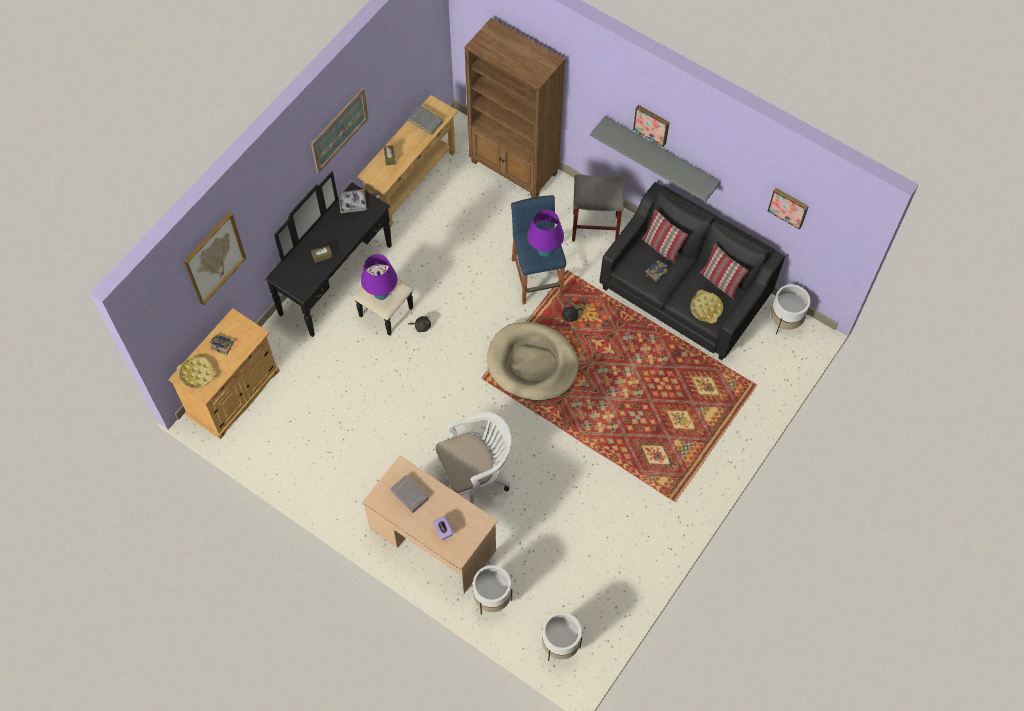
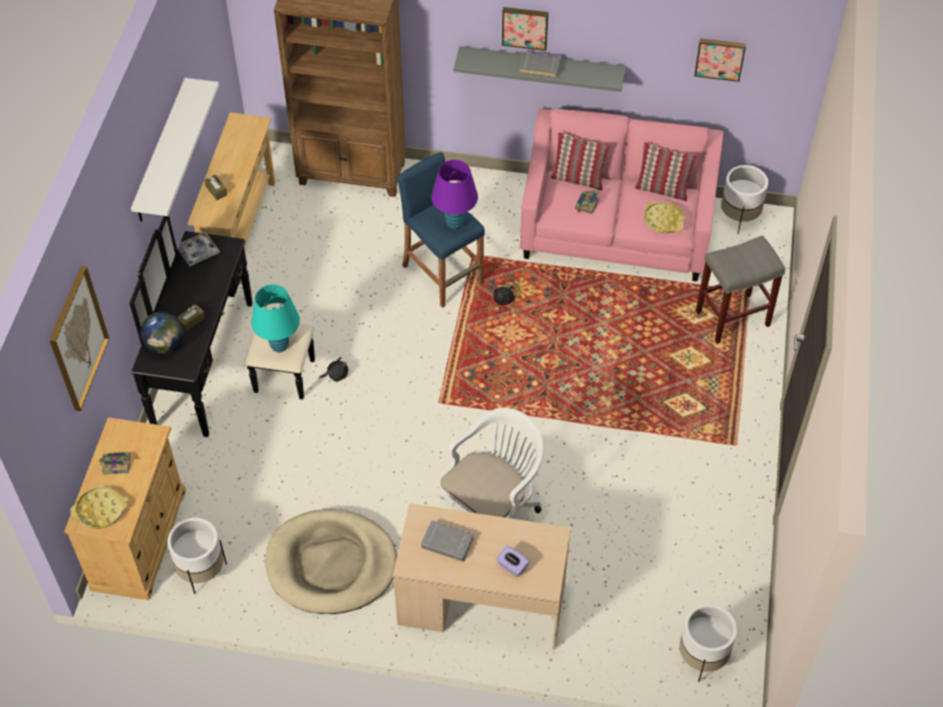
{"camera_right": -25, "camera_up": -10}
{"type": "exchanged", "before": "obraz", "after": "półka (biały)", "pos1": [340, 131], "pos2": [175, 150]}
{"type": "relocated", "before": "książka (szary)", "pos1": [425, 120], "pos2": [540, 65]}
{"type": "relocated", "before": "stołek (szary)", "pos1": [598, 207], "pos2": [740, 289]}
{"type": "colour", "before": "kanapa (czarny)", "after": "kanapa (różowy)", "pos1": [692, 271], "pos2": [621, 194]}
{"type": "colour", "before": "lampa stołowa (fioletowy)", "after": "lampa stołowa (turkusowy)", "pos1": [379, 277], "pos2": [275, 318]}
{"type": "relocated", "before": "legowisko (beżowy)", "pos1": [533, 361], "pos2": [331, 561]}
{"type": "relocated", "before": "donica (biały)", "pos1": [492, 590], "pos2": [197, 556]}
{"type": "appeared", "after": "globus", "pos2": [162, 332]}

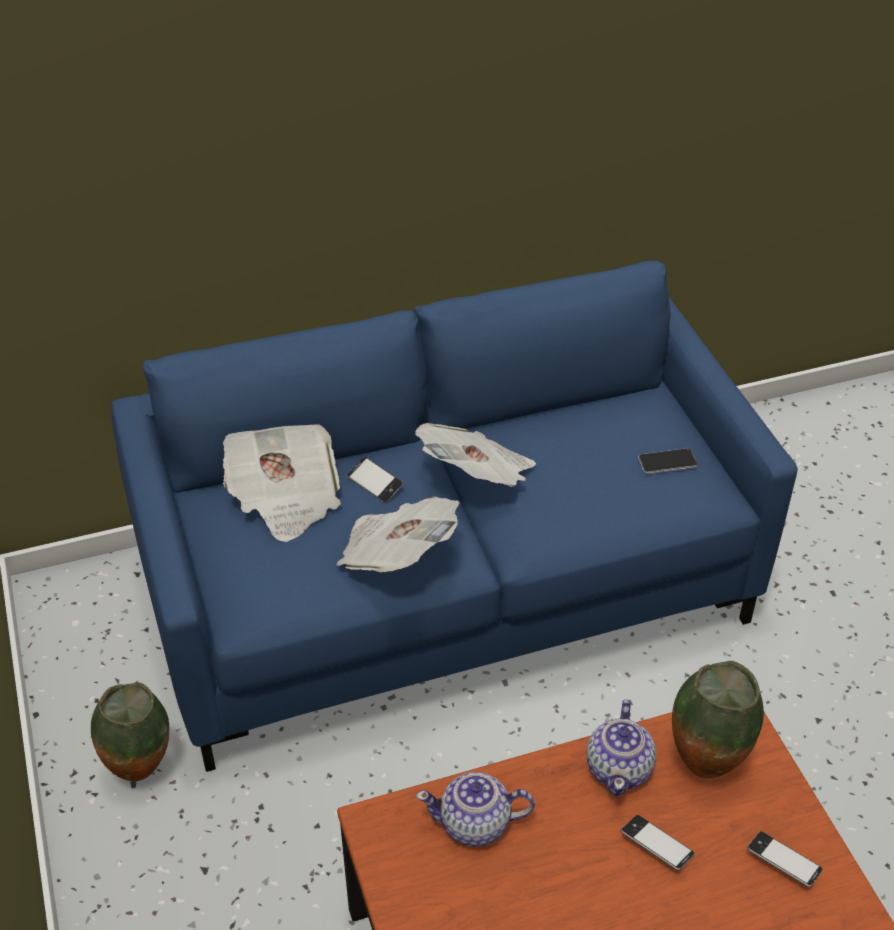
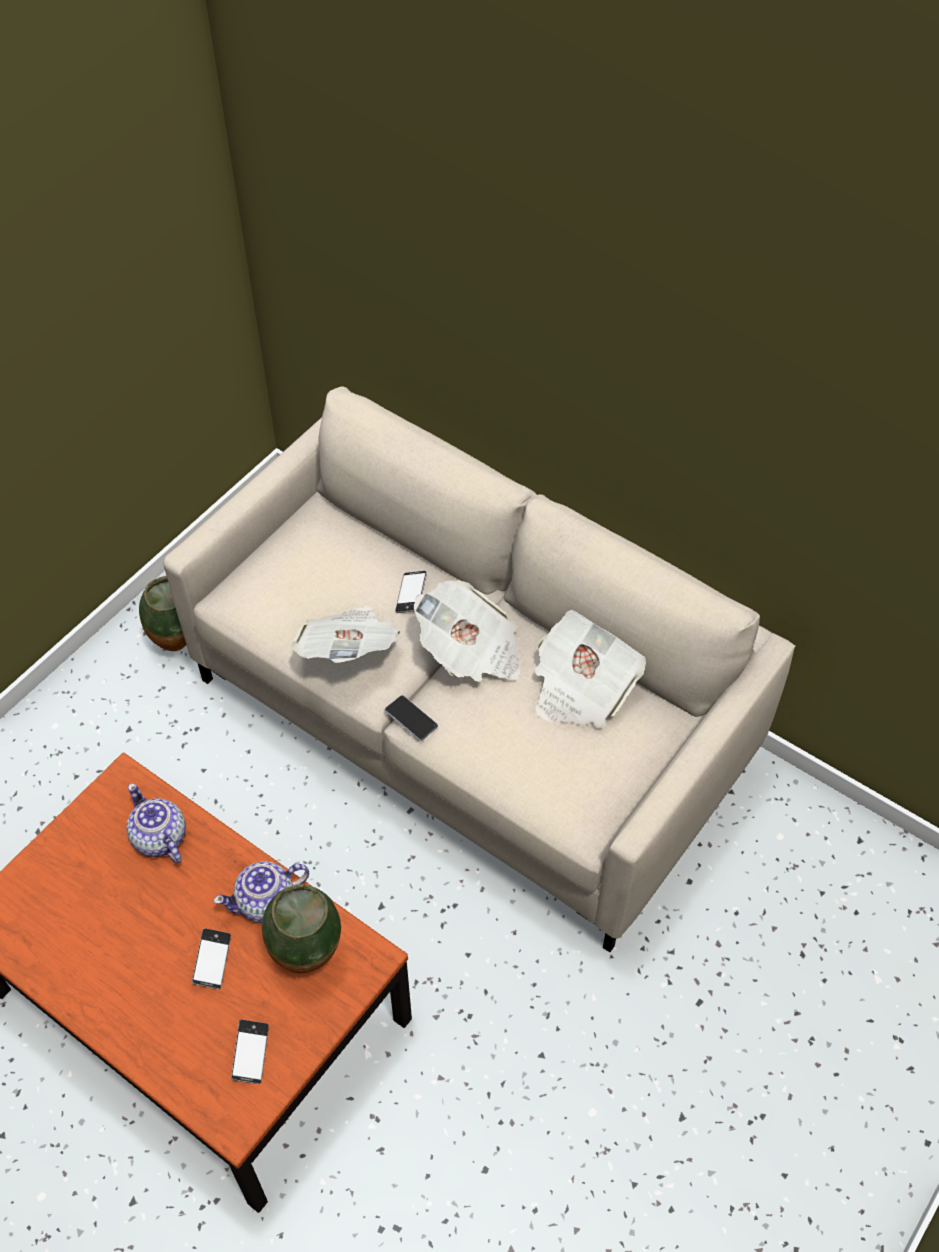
{"camera_right": 55, "camera_up": 10}
{"type": "colour", "before": "kanapa (niebieski)", "after": "kanapa (beżowy)", "pos1": [454, 516], "pos2": [479, 669]}
{"type": "relocated", "before": "gazeta", "pos1": [282, 483], "pos2": [590, 669]}
{"type": "relocated", "before": "telefon", "pos1": [668, 461], "pos2": [411, 718]}

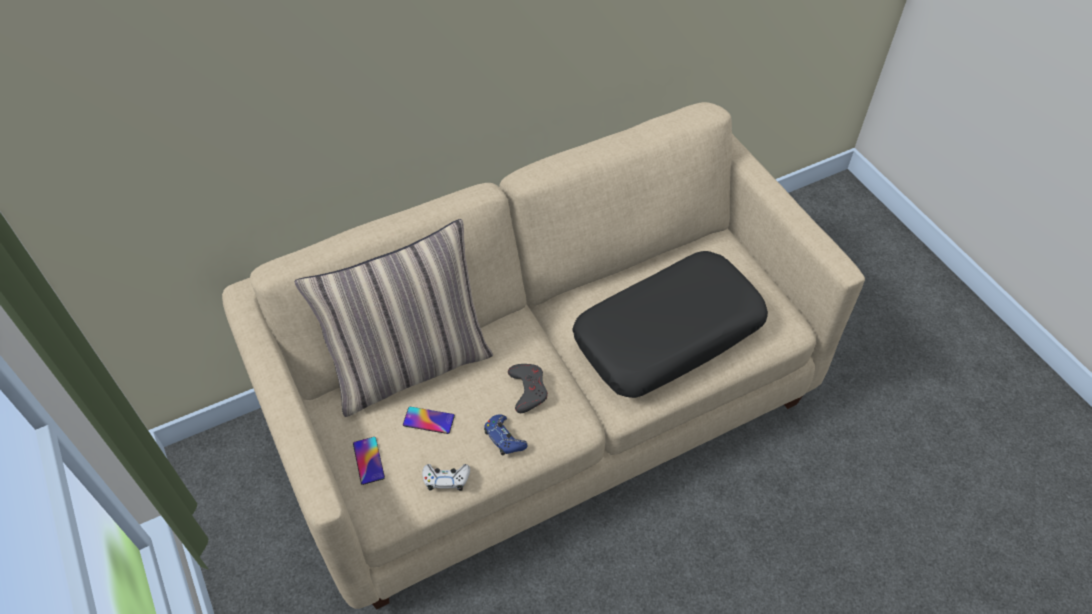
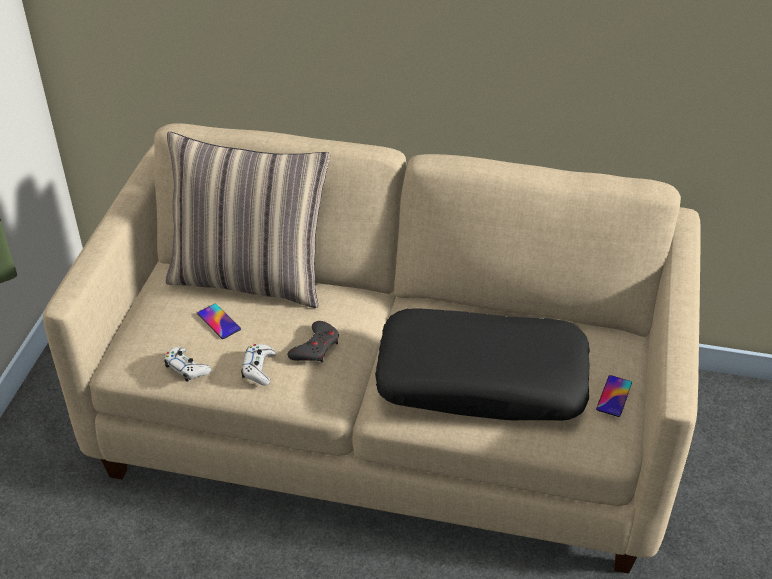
{"camera_right": 40, "camera_up": -10}
{"type": "colour", "before": "pad do gier (niebieski)", "after": "pad do gier (biały)", "pos1": [506, 435], "pos2": [258, 364]}
{"type": "relocated", "before": "telefon", "pos1": [369, 461], "pos2": [614, 396]}

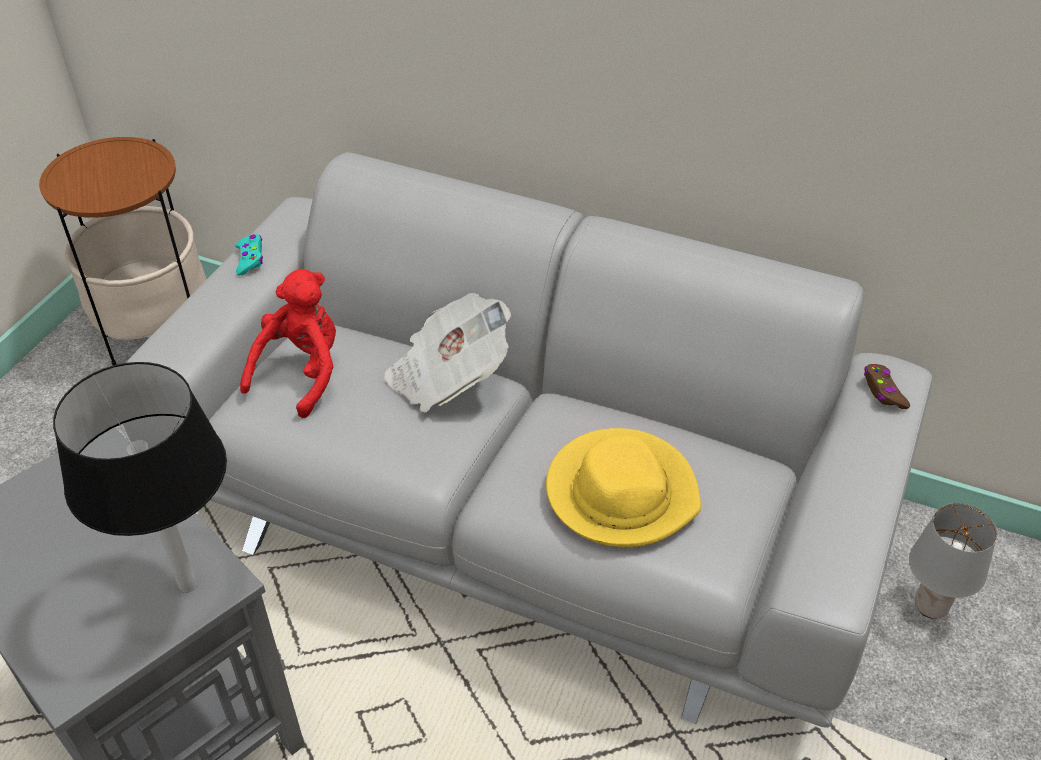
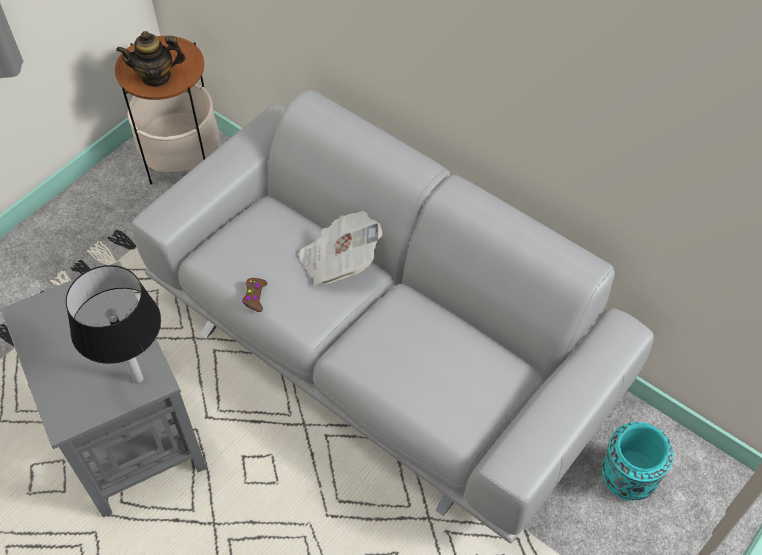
{"camera_right": 15, "camera_up": 10}
{"type": "missing", "before": "pad do gier (turkusowy)", "pos1": [249, 255]}
{"type": "missing", "before": "pluszak (czerwony)", "pos1": [288, 343]}
{"type": "relocated", "before": "pad do gier (brązowy)", "pos1": [887, 386], "pos2": [254, 295]}
{"type": "missing", "before": "kapelusz (żółty)", "pos1": [623, 487]}
{"type": "exchanged", "before": "lampa stołowa (szary)", "after": "wazon (turkusowy)", "pos1": [953, 561], "pos2": [637, 461]}
{"type": "appeared", "after": "imbryk", "pos2": [150, 59]}

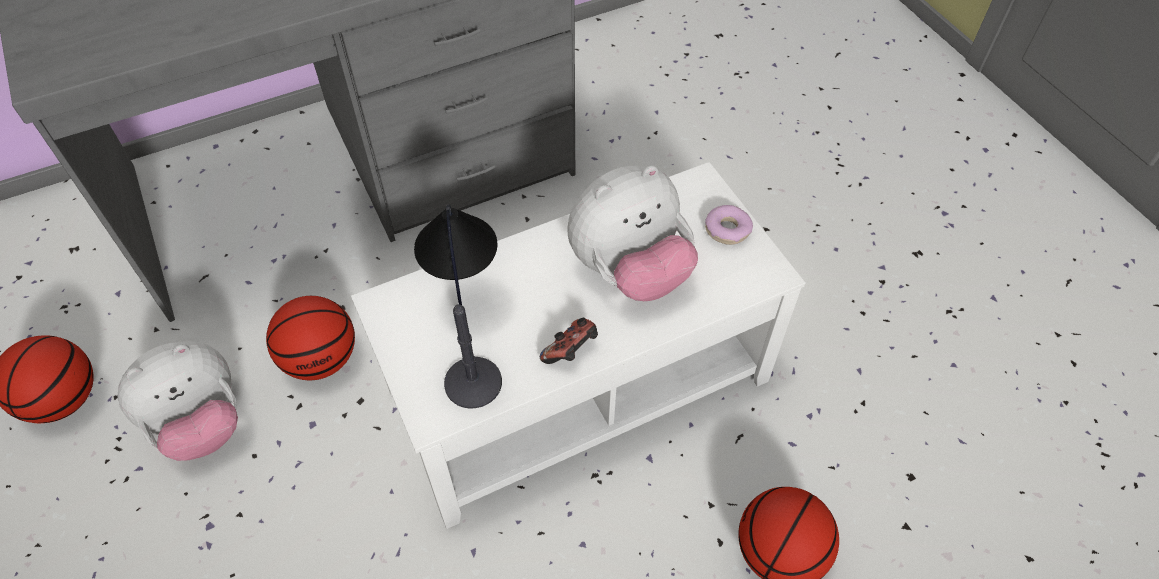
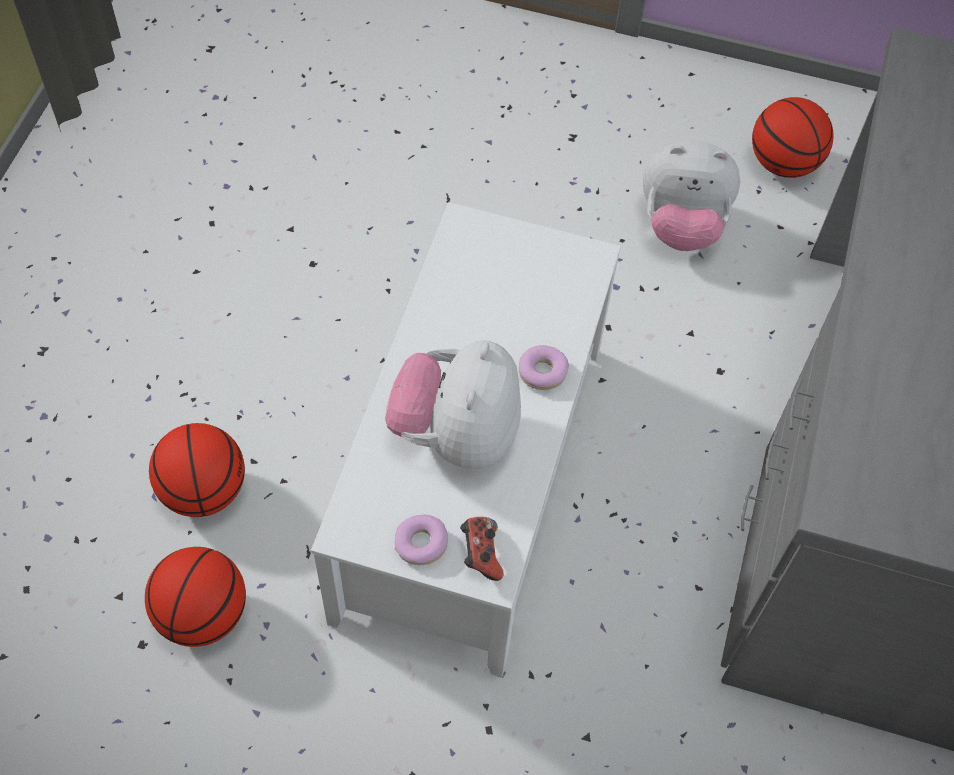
{"camera_right": 130, "camera_up": 5}
{"type": "missing", "before": "lampa stołowa", "pos1": [458, 306]}
{"type": "relocated", "before": "piłka do koszykówki", "pos1": [310, 338], "pos2": [195, 597]}
{"type": "relocated", "before": "pad do gier", "pos1": [569, 341], "pos2": [482, 549]}
{"type": "spun", "before": "pluszak", "pos1": [178, 401], "pos2": [691, 195], "turn": -90}
{"type": "appeared", "after": "donut", "pos2": [544, 367]}

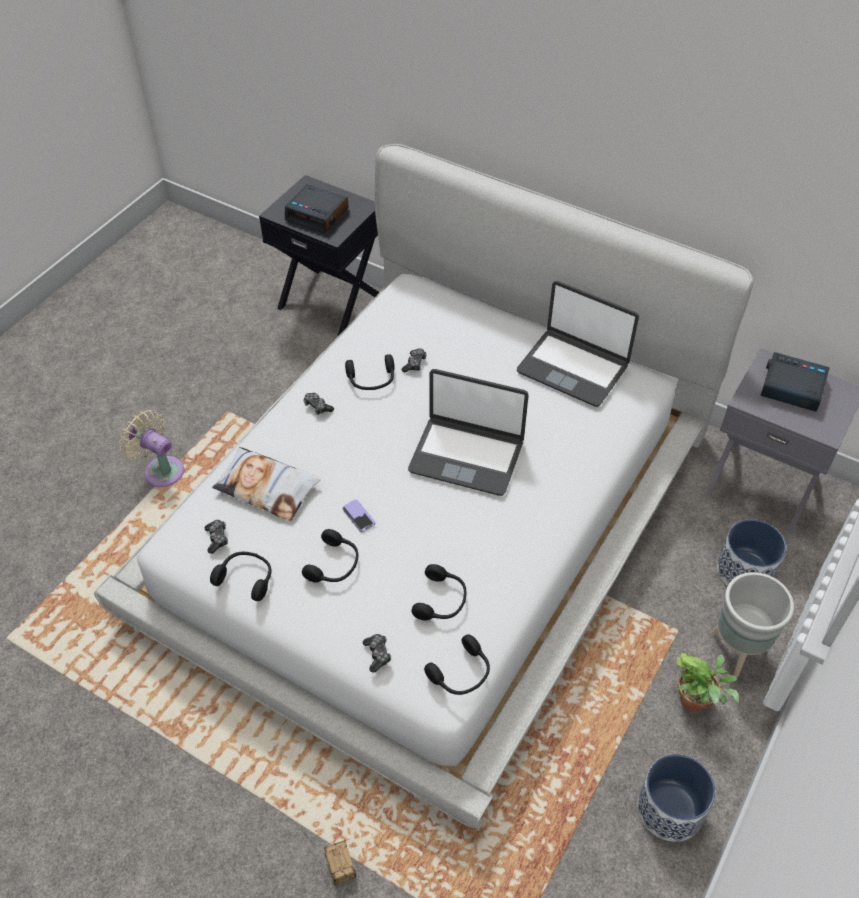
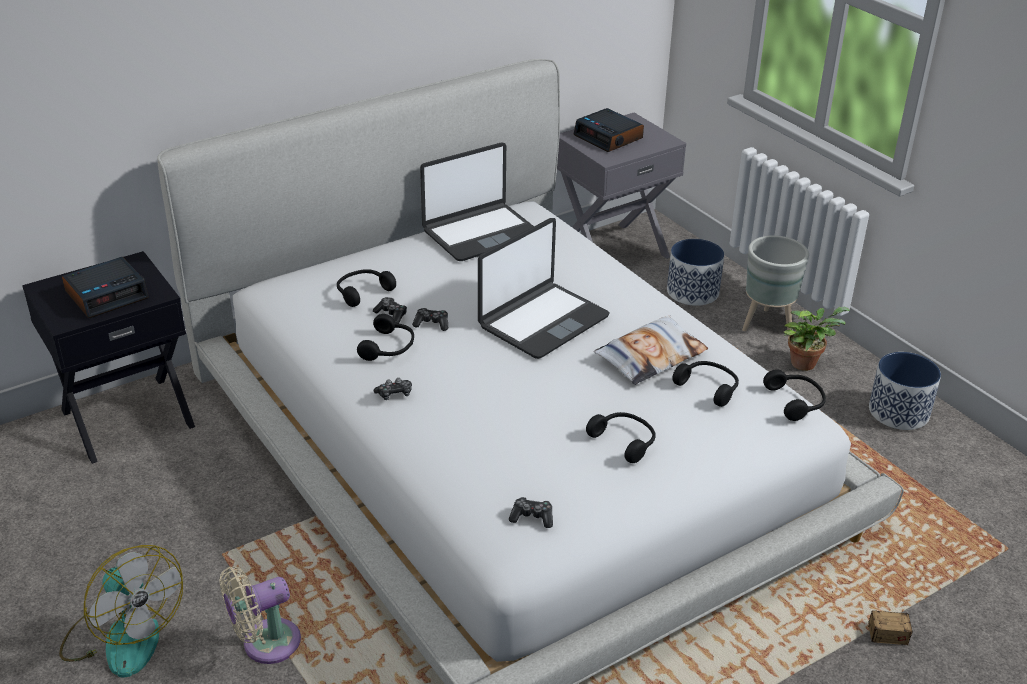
{"camera_right": -65, "camera_up": -15}
{"type": "spun", "before": "budzik", "pos1": [795, 382], "pos2": [609, 130], "turn": -90}
{"type": "relocated", "before": "poduszka", "pos1": [266, 484], "pos2": [651, 350]}
{"type": "missing", "before": "telefon", "pos1": [358, 515]}
{"type": "relocated", "before": "słuchawki (czarny)", "pos1": [241, 576], "pos2": [366, 288]}
{"type": "relocated", "before": "pad do gier", "pos1": [377, 653], "pos2": [430, 319]}
{"type": "appeared", "after": "wentylator", "pos2": [121, 611]}

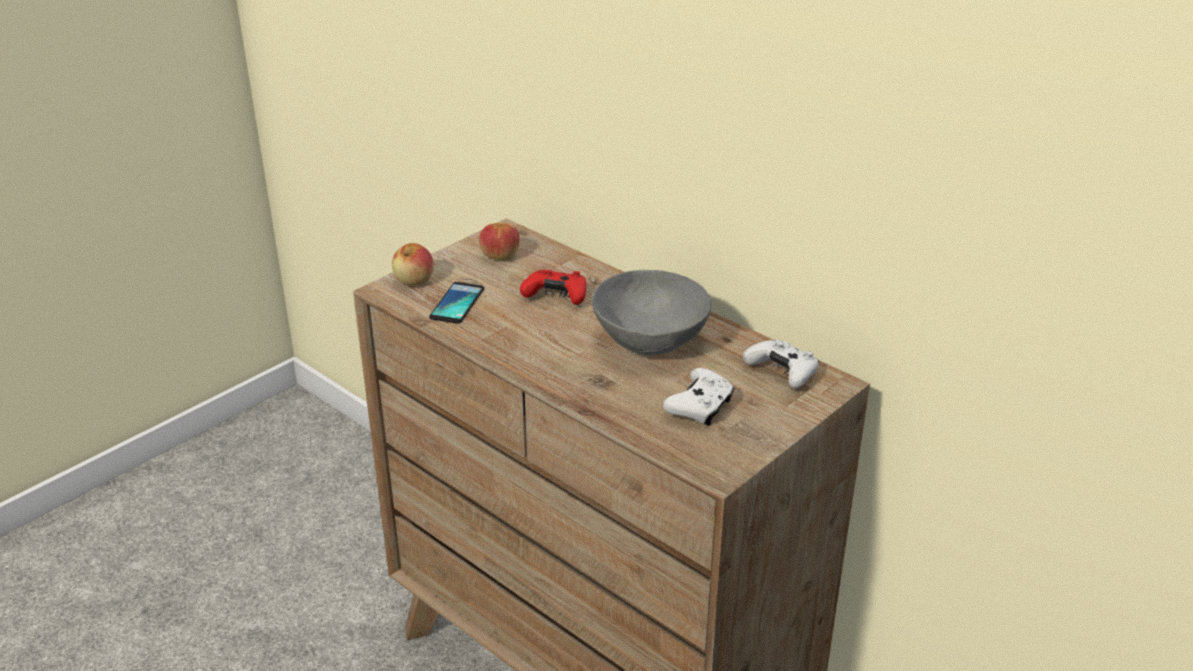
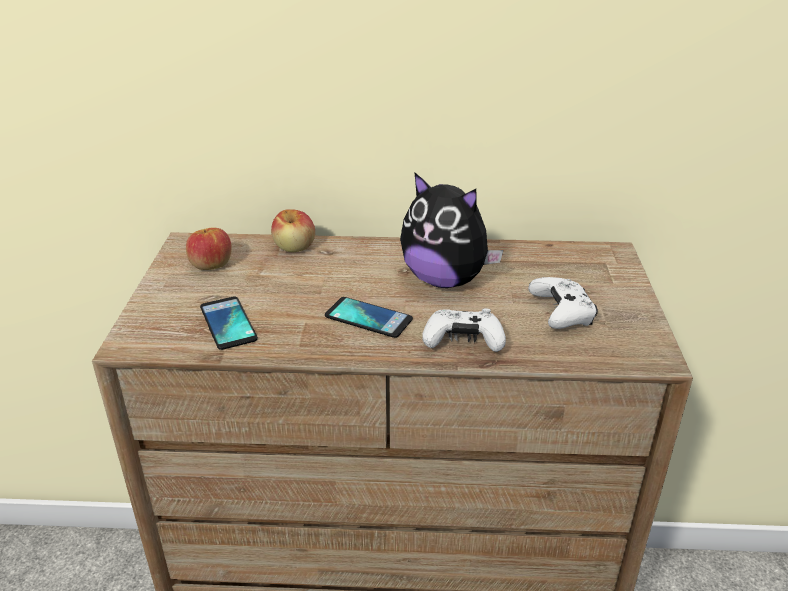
{"camera_right": -40, "camera_up": 0}
{"type": "relocated", "before": "jabłko", "pos1": [413, 264], "pos2": [293, 230]}
{"type": "missing", "before": "pad do gier (czerwony)", "pos1": [553, 287]}
{"type": "exchanged", "before": "miska (szary)", "after": "pluszak", "pos1": [651, 312], "pos2": [451, 230]}
{"type": "relocated", "before": "pad do gier (biały)", "pos1": [781, 363], "pos2": [464, 330]}
{"type": "appeared", "after": "telefon", "pos2": [369, 317]}

